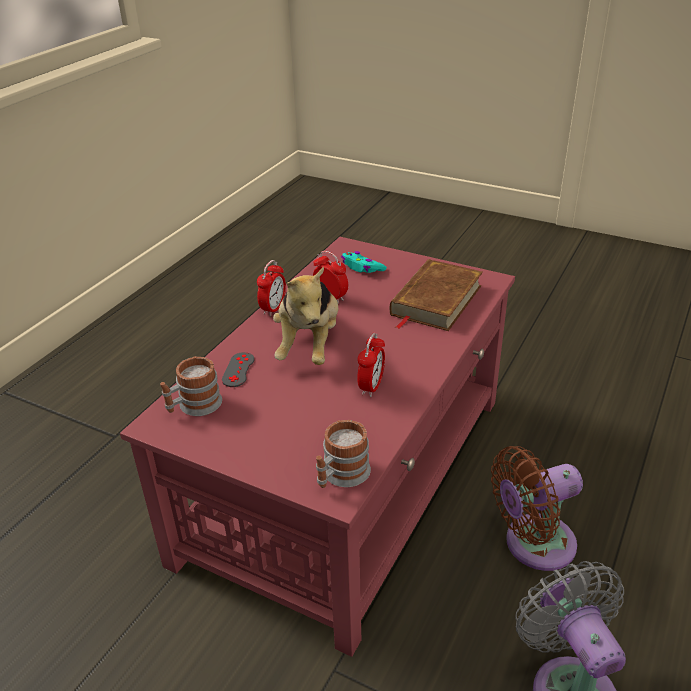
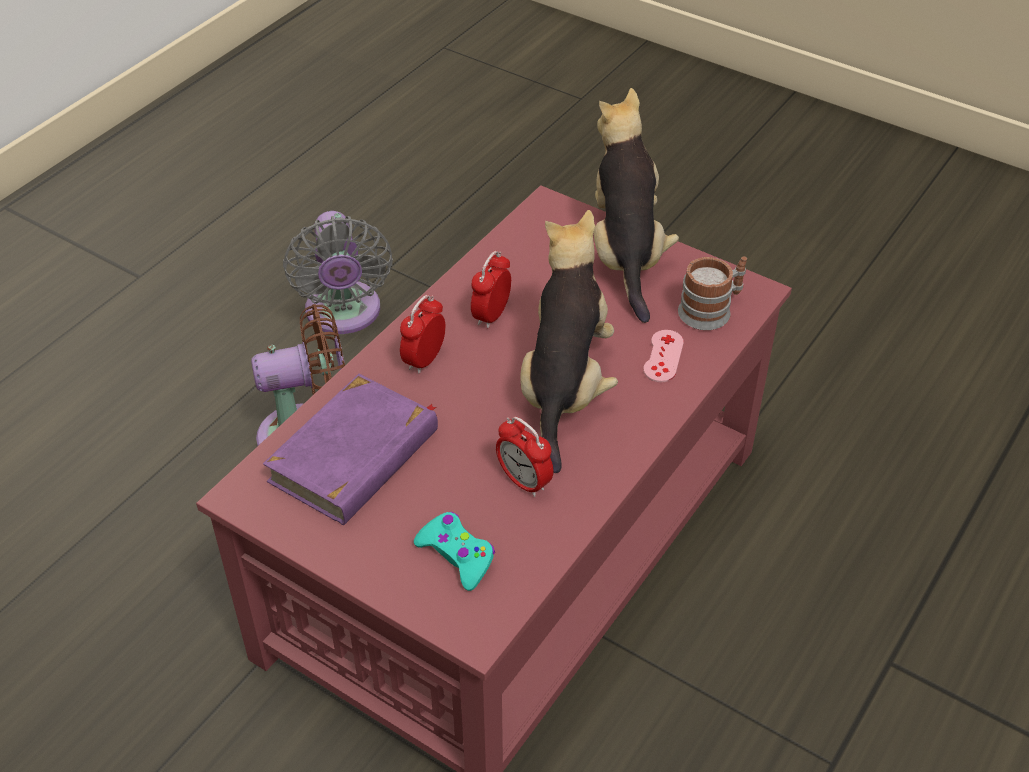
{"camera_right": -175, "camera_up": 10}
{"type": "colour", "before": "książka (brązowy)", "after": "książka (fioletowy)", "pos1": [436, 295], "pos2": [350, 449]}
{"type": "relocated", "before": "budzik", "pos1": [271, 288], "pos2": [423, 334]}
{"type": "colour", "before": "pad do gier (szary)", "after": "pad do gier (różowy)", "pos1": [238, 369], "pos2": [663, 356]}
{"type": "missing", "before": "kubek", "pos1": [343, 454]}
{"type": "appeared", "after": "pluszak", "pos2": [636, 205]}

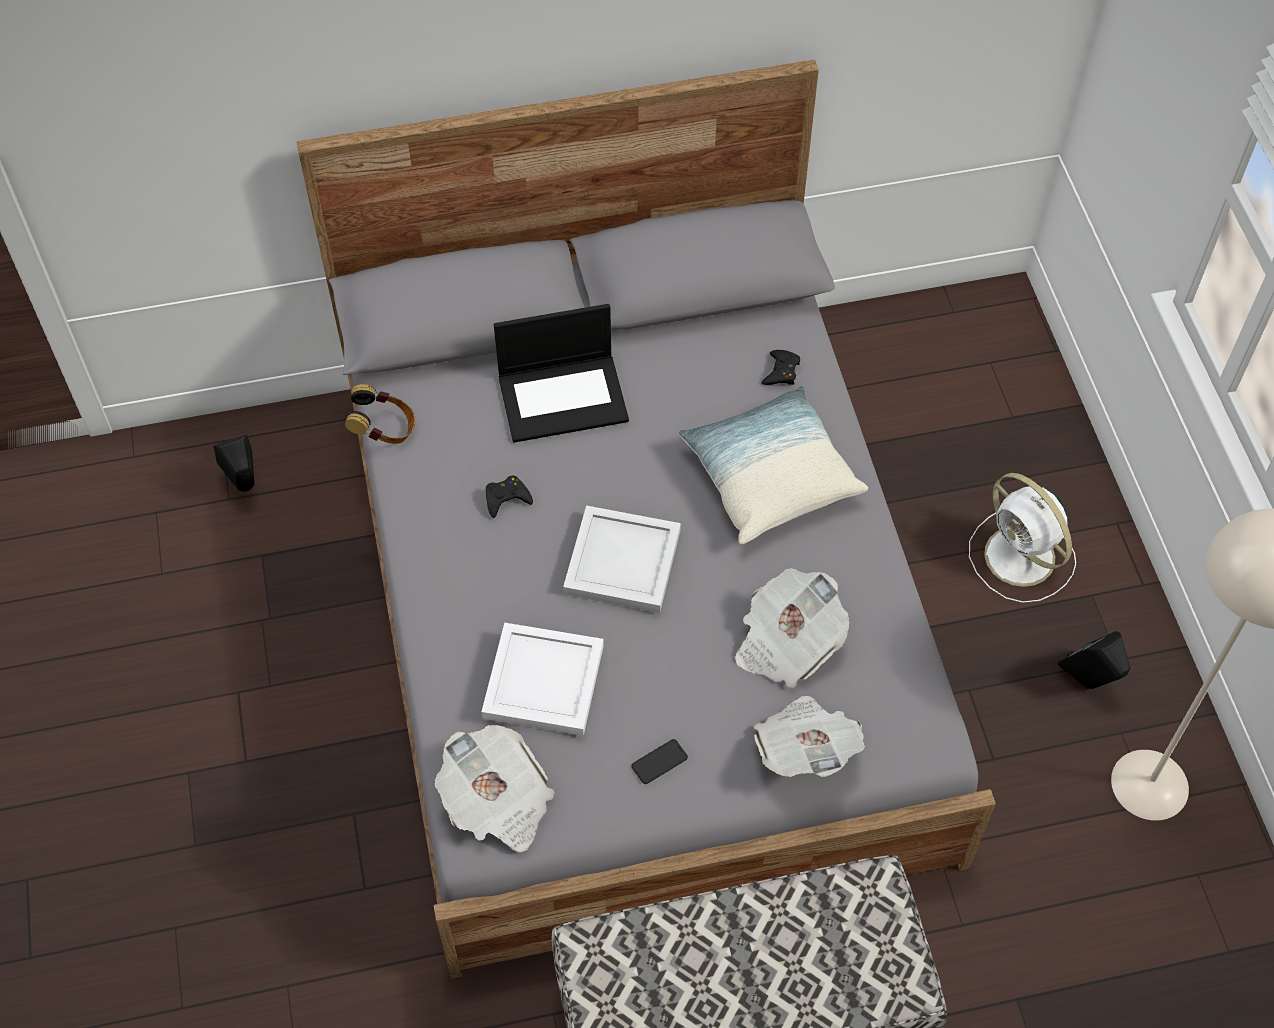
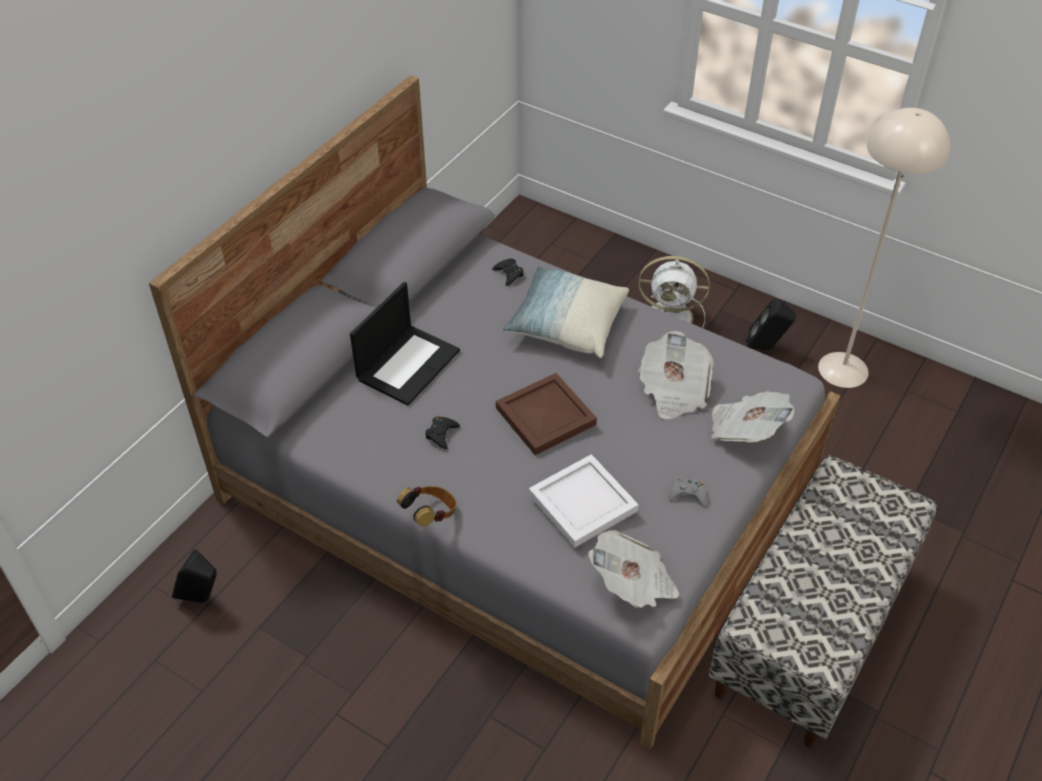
{"camera_right": -45, "camera_up": -10}
{"type": "relocated", "before": "słuchawki", "pos1": [380, 414], "pos2": [426, 506]}
{"type": "colour", "before": "taca (biały)", "after": "taca (brązowy)", "pos1": [622, 559], "pos2": [546, 414]}
{"type": "exchanged", "before": "telefon", "after": "pad do gier (szary)", "pos1": [660, 761], "pos2": [687, 491]}

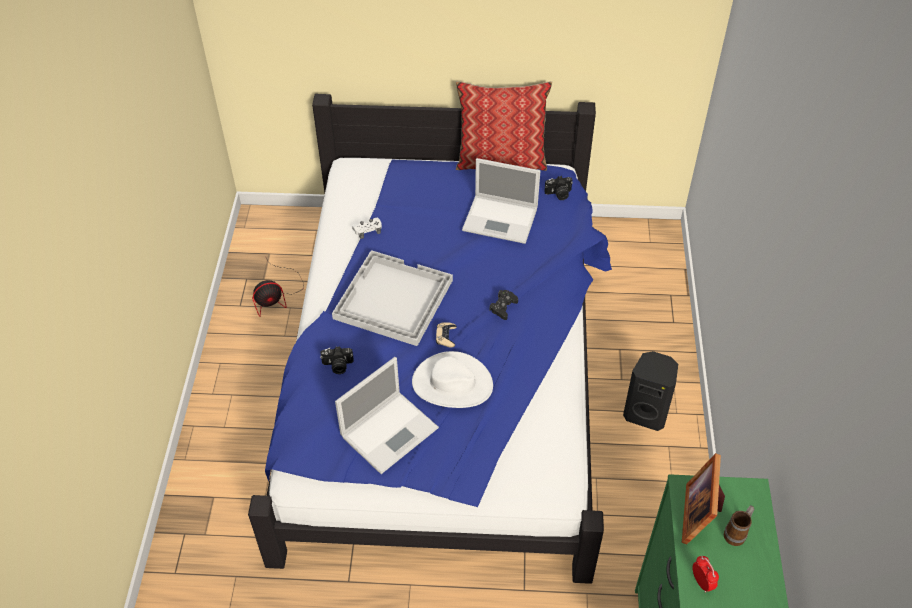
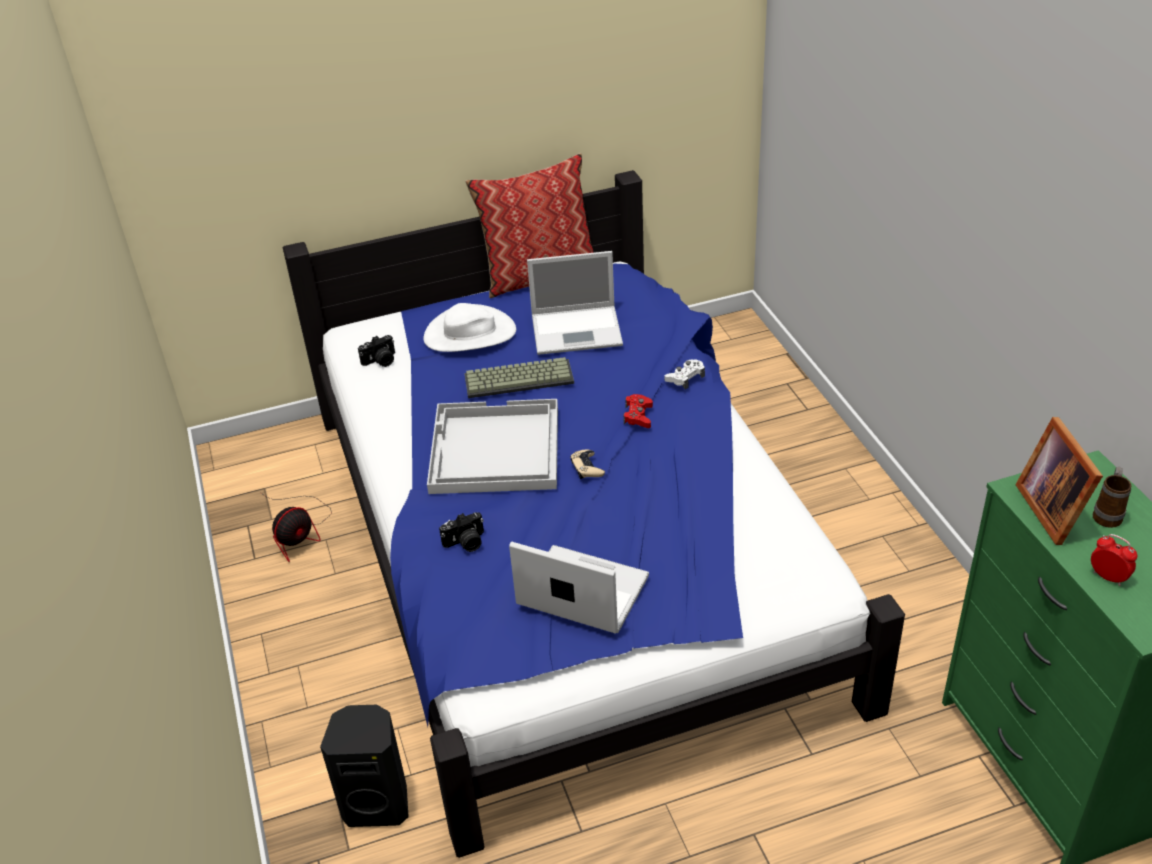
{"camera_right": -20, "camera_up": -10}
{"type": "relocated", "before": "aparat fotograficzny", "pos1": [558, 188], "pos2": [376, 351]}
{"type": "relocated", "before": "pad do gier (biały)", "pos1": [367, 228], "pos2": [685, 374]}
{"type": "colour", "before": "pad do gier (czarny)", "after": "pad do gier (czerwony)", "pos1": [503, 305], "pos2": [638, 411]}
{"type": "relocated", "before": "kapelusz (biały)", "pos1": [452, 379], "pos2": [470, 327]}
{"type": "relocated", "before": "głośnik (czarny)", "pos1": [650, 391], "pos2": [364, 766]}
{"type": "spun", "before": "laptop", "pos1": [387, 415], "pos2": [579, 588], "turn": -90}
{"type": "appeared", "after": "klawiatura", "pos2": [519, 377]}

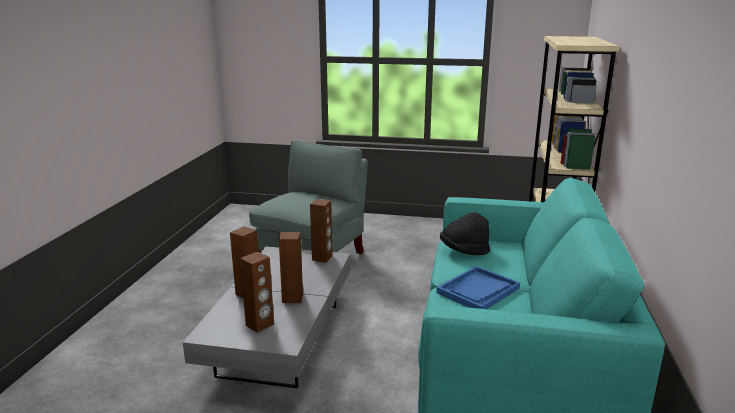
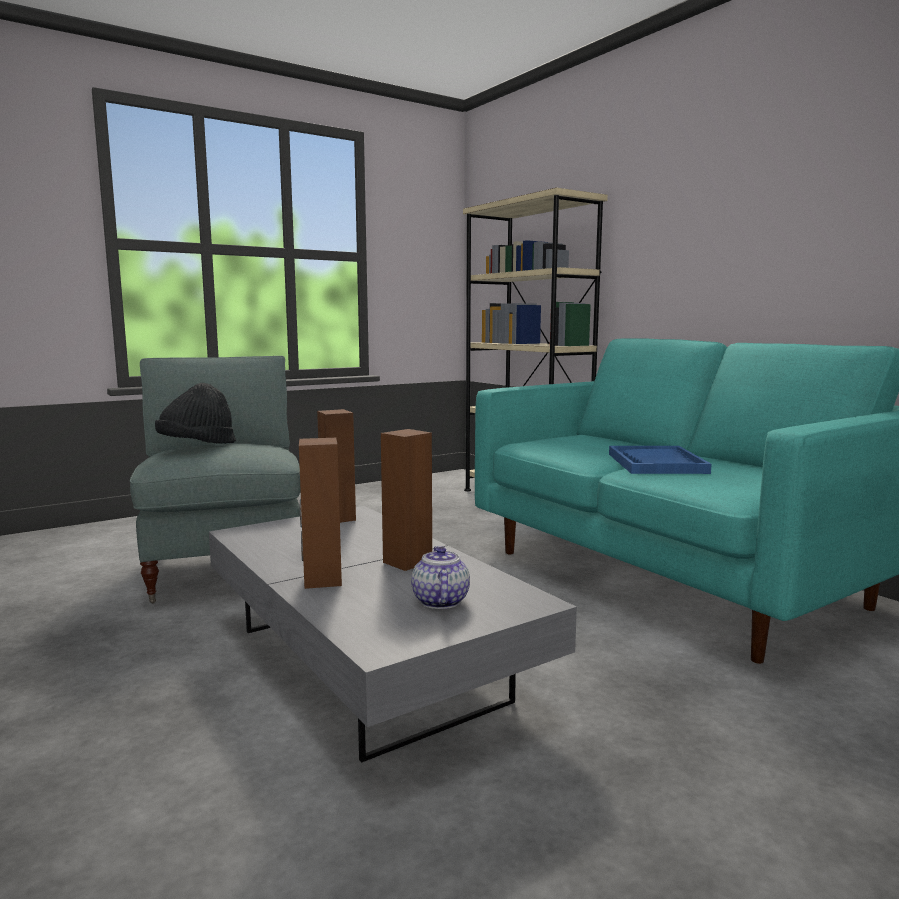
{"camera_right": -45, "camera_up": -10}
{"type": "relocated", "before": "kapelusz (czarny)", "pos1": [465, 233], "pos2": [195, 413]}
{"type": "exchanged", "before": "głośnik (brązowy)", "after": "imbryk", "pos1": [257, 292], "pos2": [440, 578]}

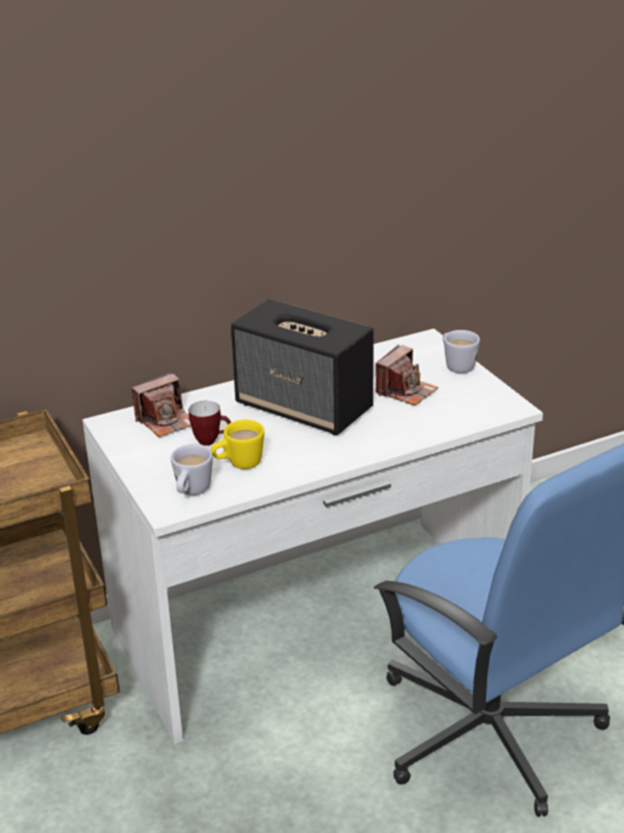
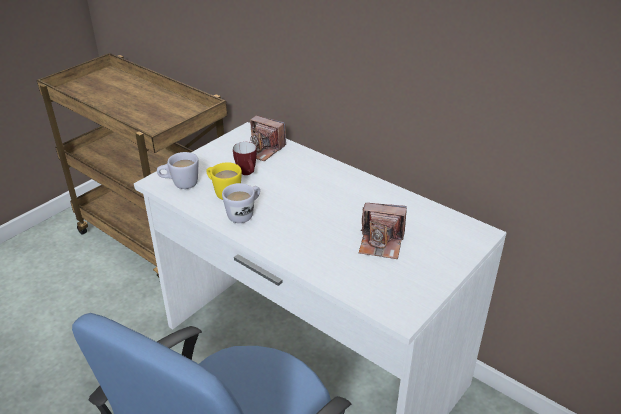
{"camera_right": 65, "camera_up": 5}
{"type": "missing", "before": "głośnik", "pos1": [302, 367]}
{"type": "relocated", "before": "kubek (biały)", "pos1": [461, 351], "pos2": [241, 203]}

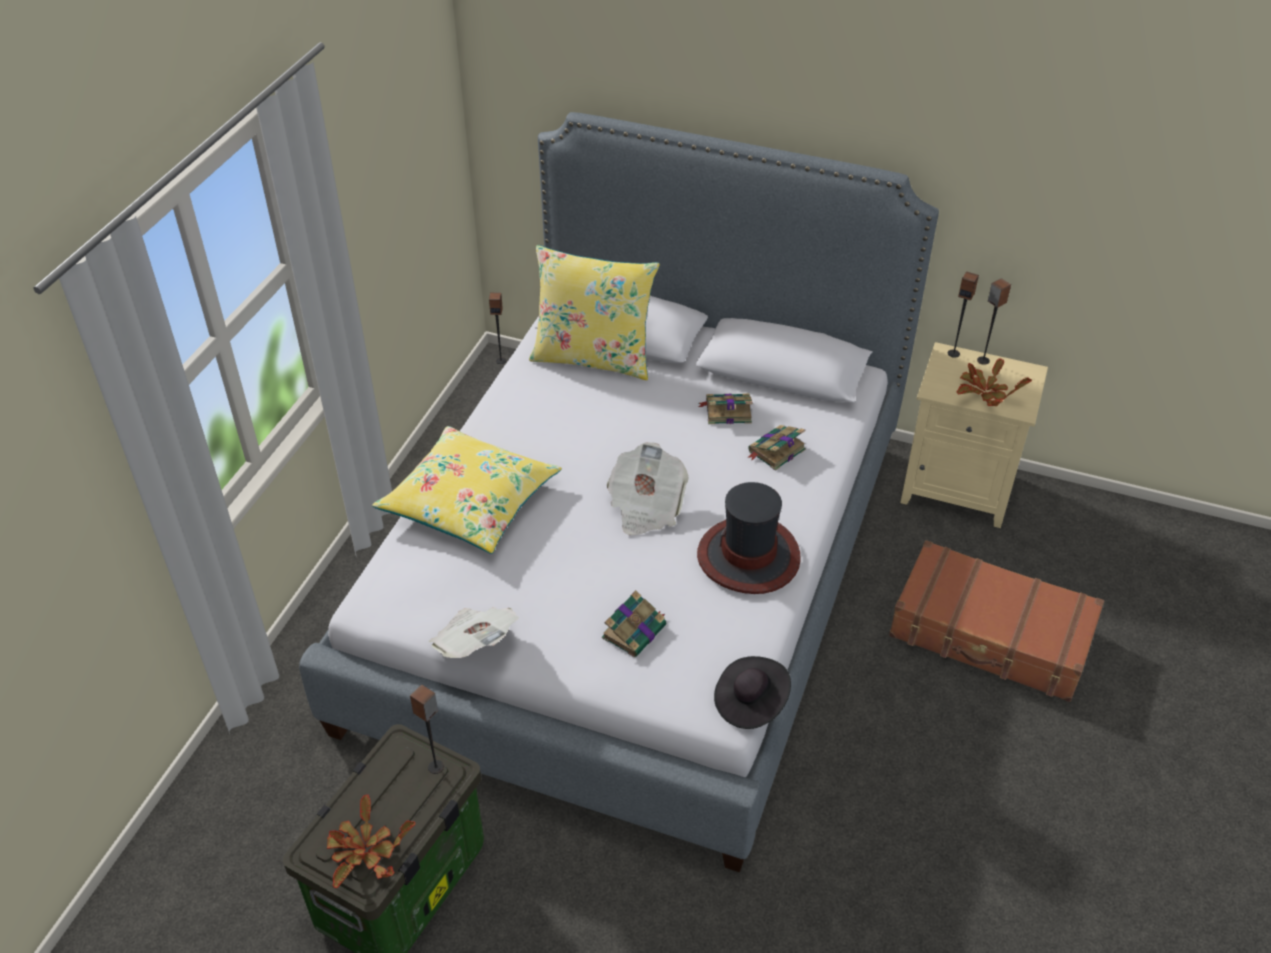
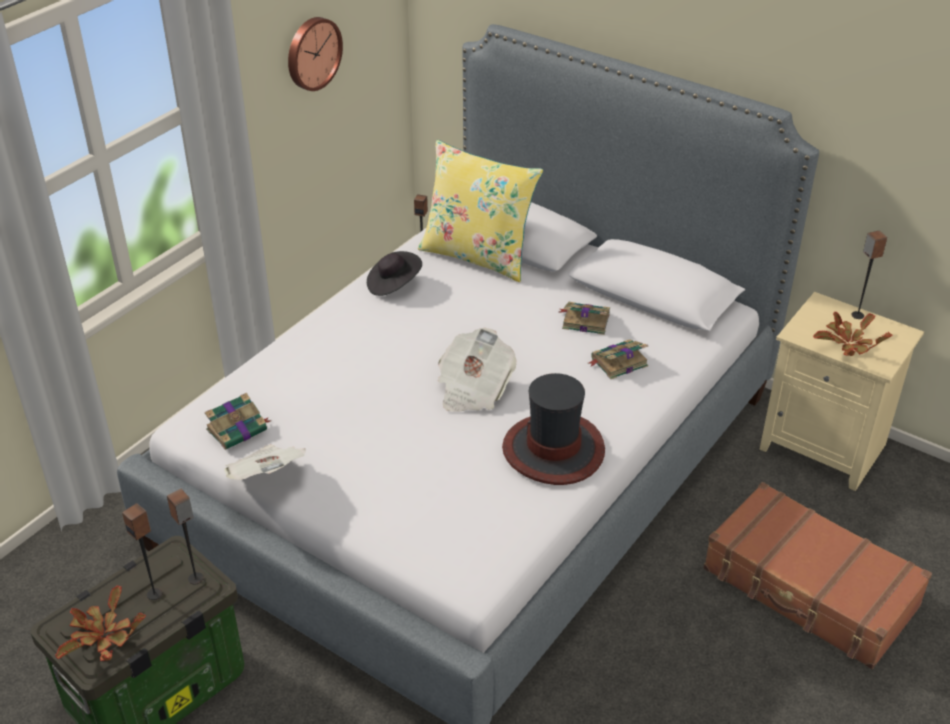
{"camera_right": 15, "camera_up": -5}
{"type": "relocated", "before": "głośnik", "pos1": [963, 315], "pos2": [142, 552]}
{"type": "missing", "before": "poduszka (żółty)", "pos1": [467, 490]}
{"type": "relocated", "before": "książka", "pos1": [634, 623], "pos2": [237, 421]}
{"type": "relocated", "before": "kapelusz (czarny)", "pos1": [752, 692], "pos2": [394, 273]}
{"type": "appeared", "after": "zegar ścienny", "pos2": [315, 54]}

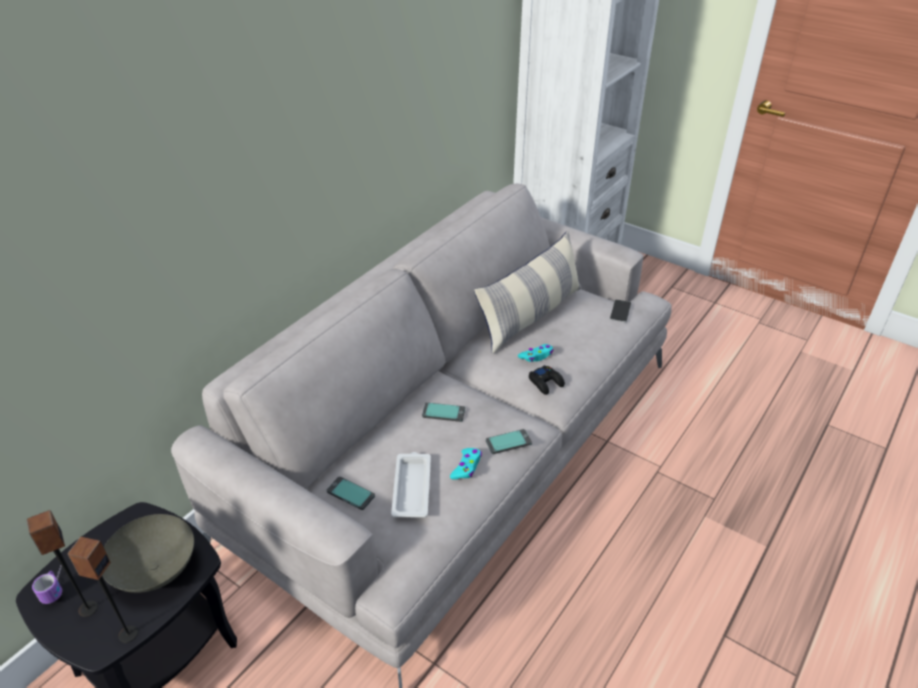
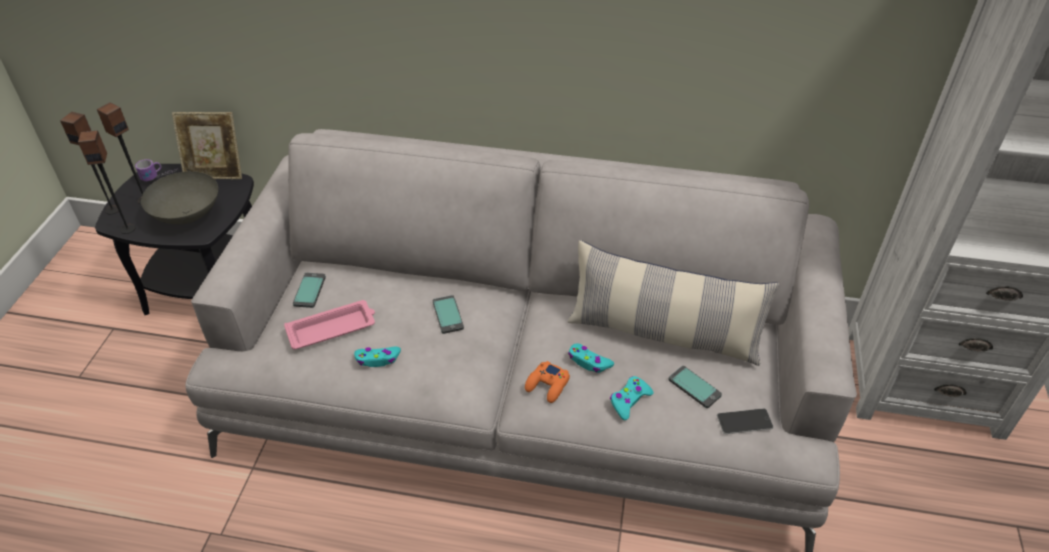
{"camera_right": 65, "camera_up": 5}
{"type": "colour", "before": "pad do gier (czarny)", "after": "pad do gier (pomarańczowy)", "pos1": [547, 380], "pos2": [547, 382]}
{"type": "relocated", "before": "telefon", "pos1": [509, 441], "pos2": [695, 387]}
{"type": "colour", "before": "taca (biały)", "after": "taca (różowy)", "pos1": [411, 485], "pos2": [329, 324]}
{"type": "appeared", "after": "głośnik", "pos2": [89, 163]}
{"type": "appeared", "after": "ramka na zdjęcie", "pos2": [207, 145]}
{"type": "appeared", "after": "pad do gier (turkusowy)", "pos2": [631, 398]}

